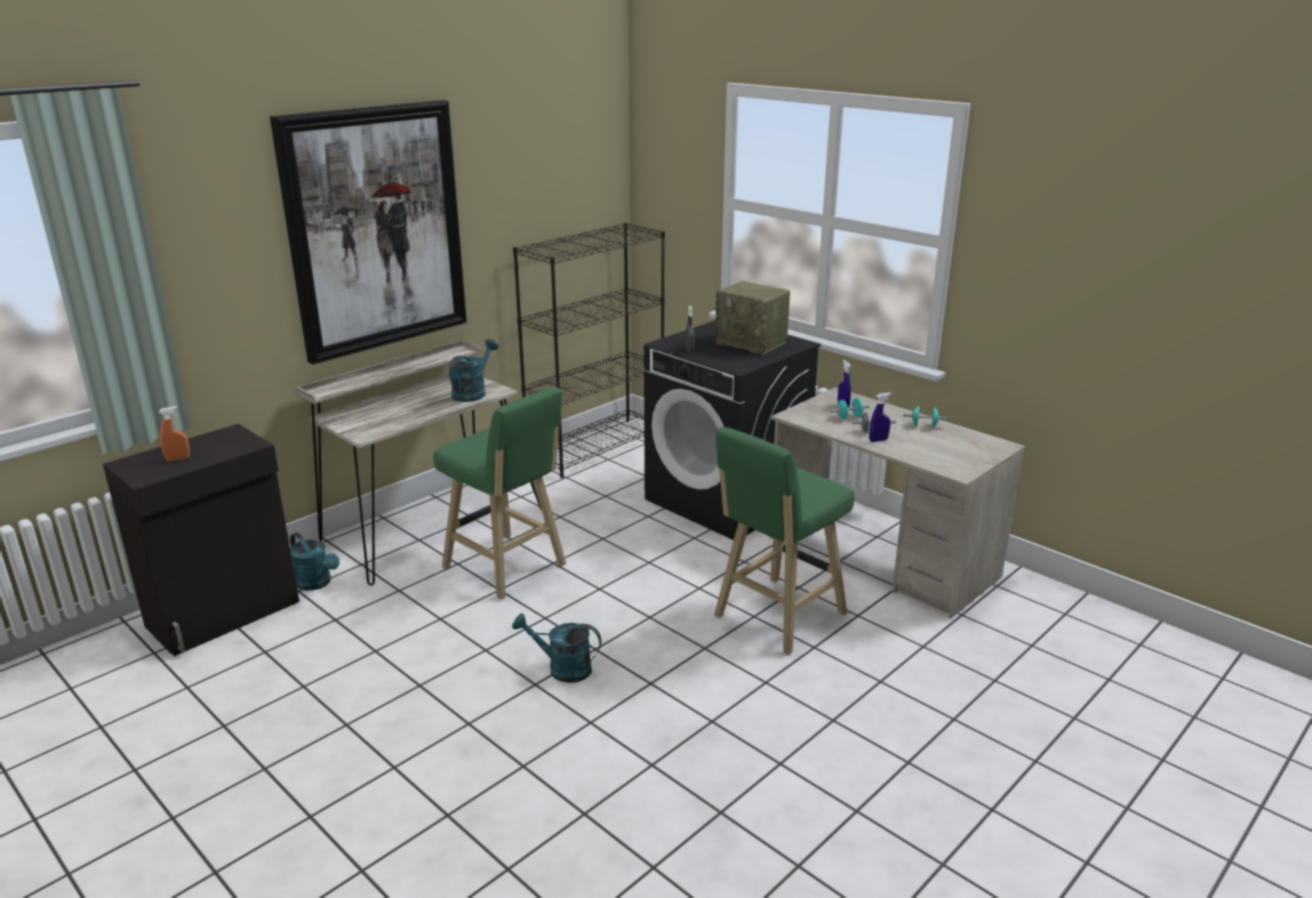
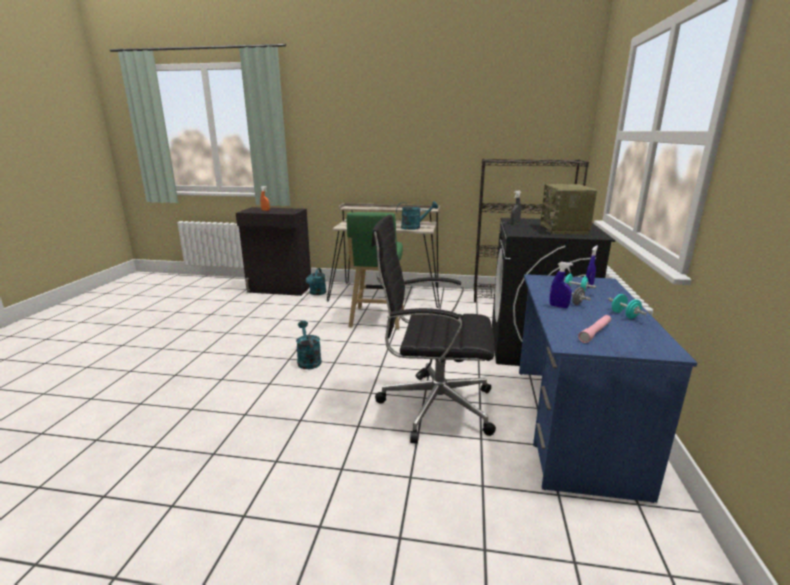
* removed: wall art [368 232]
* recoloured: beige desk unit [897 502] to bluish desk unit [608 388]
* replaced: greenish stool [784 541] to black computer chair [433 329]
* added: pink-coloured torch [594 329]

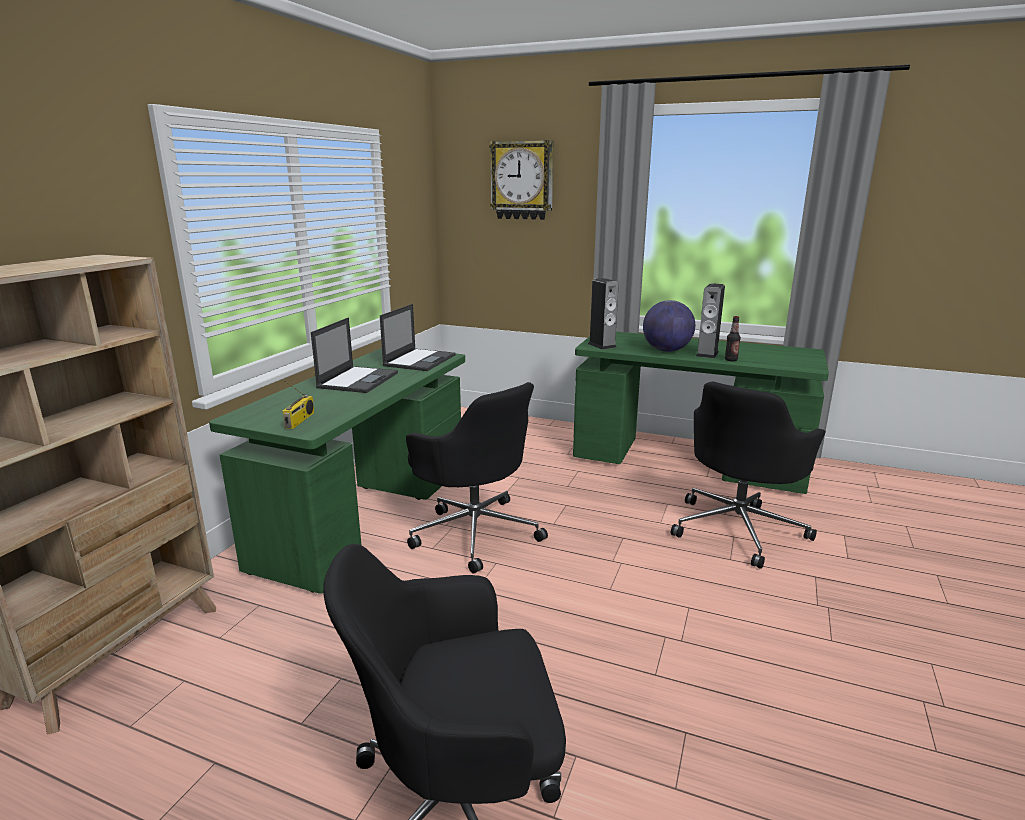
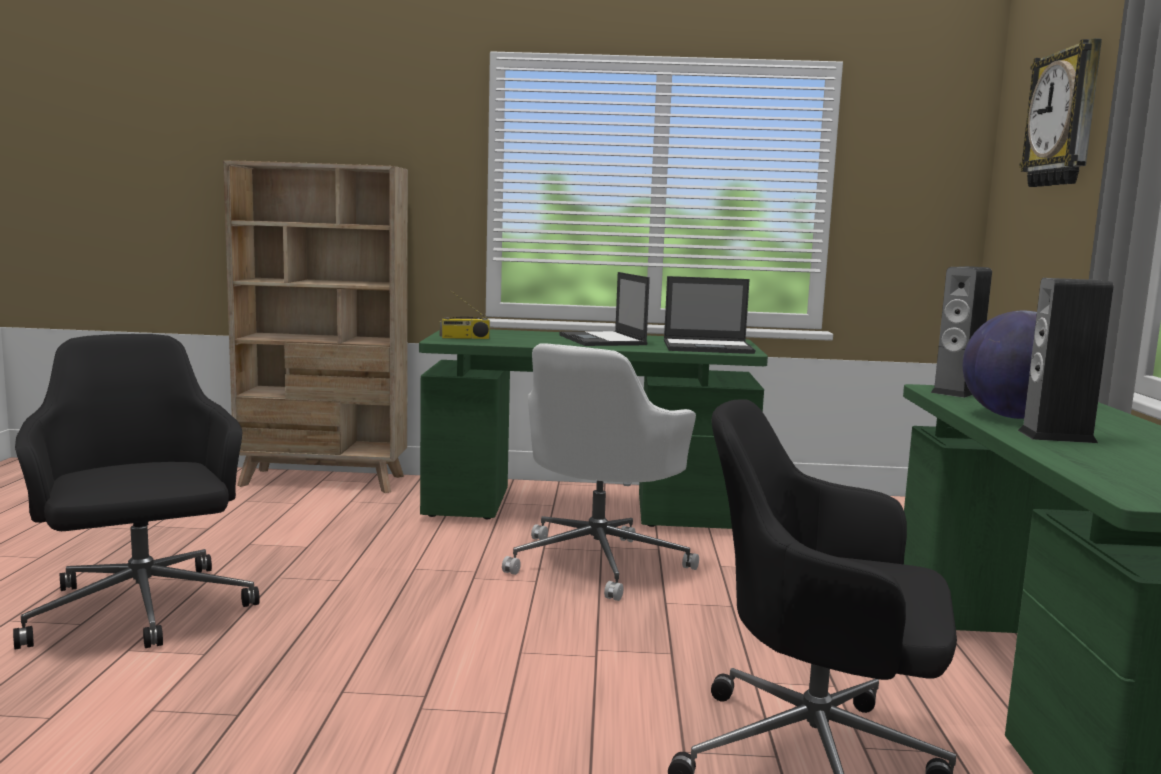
* removed: bottle [733 338]
* turned: notebook computer [354 355] = [604 309] 75 degrees clockwise
* recoloured: black computer chair [477 478] to white computer chair [600 472]

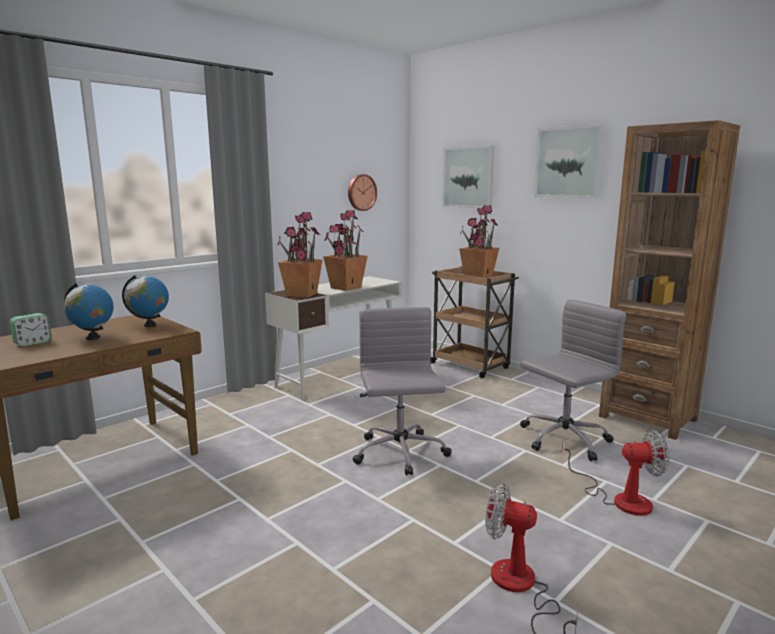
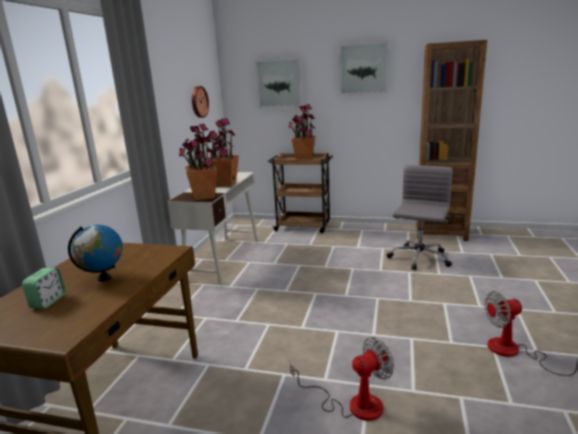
* removed: desk globe [145 301]
* removed: gray computer chair [402 391]
* moved: electric fan [615 473] to [342 379]

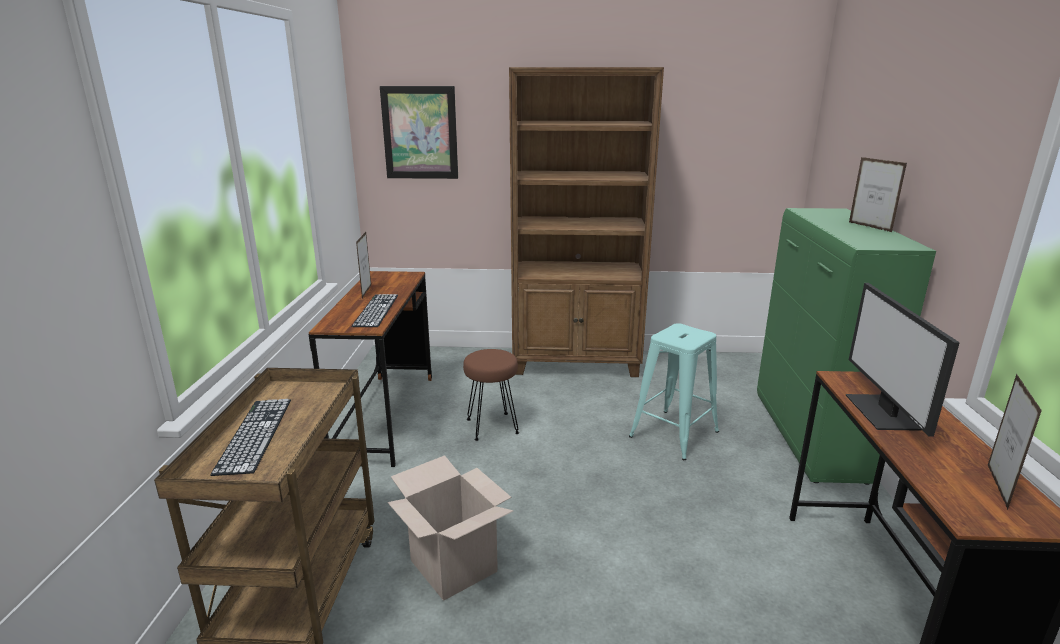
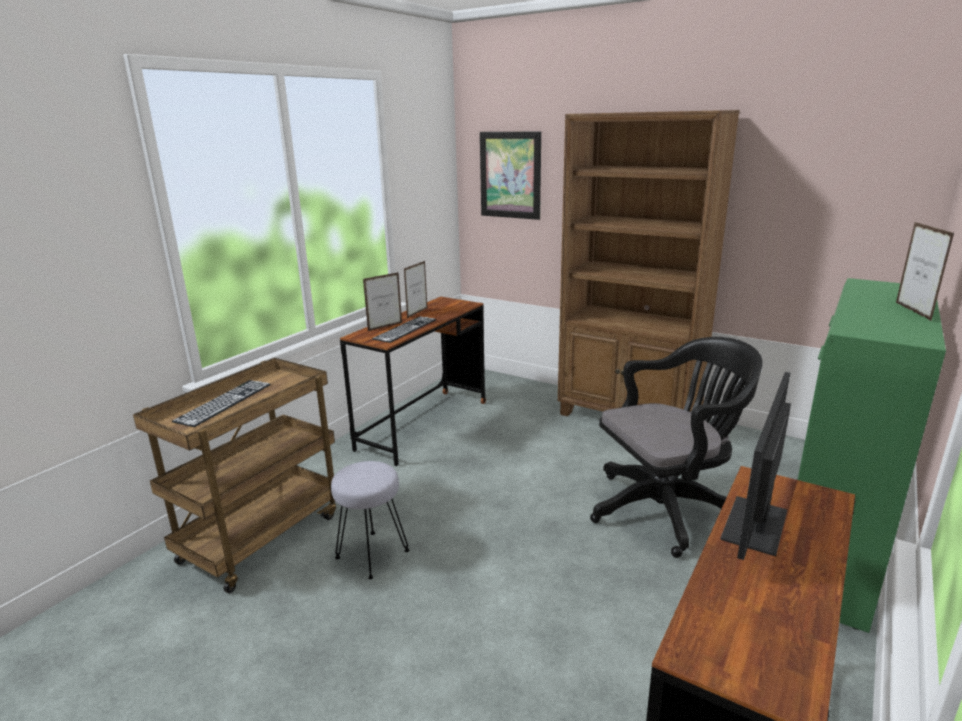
* replaced: turquoise stool [674 391] to black computer chair [676 447]
* removed: brown-coloured stool [491 395]
* moved: photo frame [1015 441] to [382 301]
* replaced: cardboard box [450 528] to gray stool [370 520]

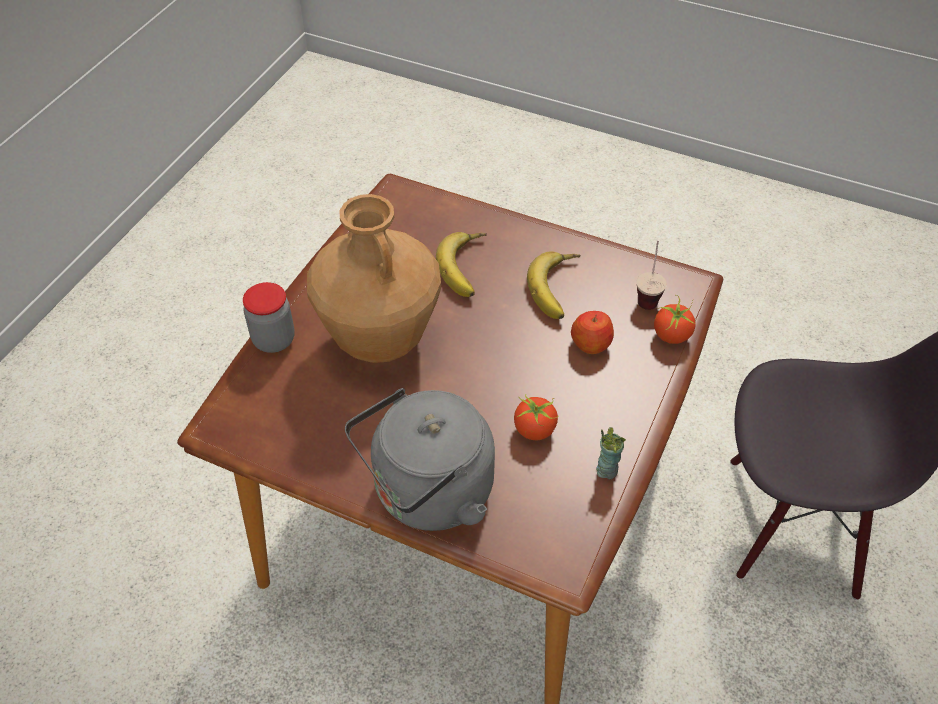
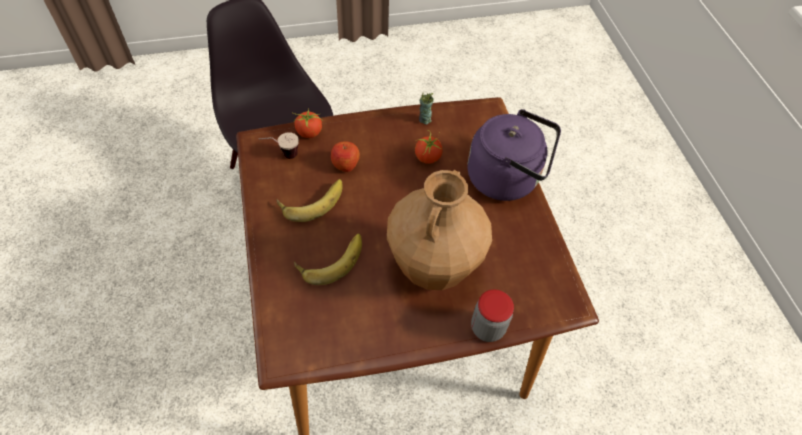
* recoloured: gray kettle [420 459] to purplish kettle [514 155]

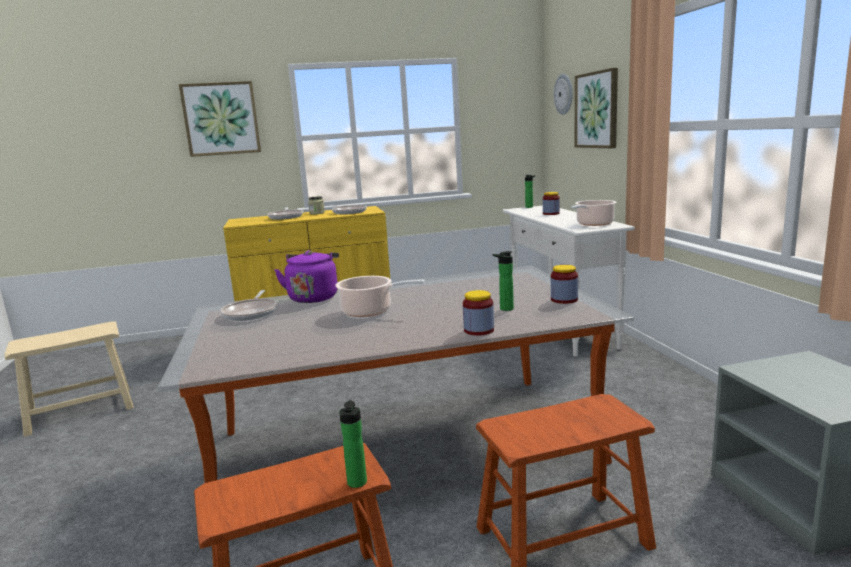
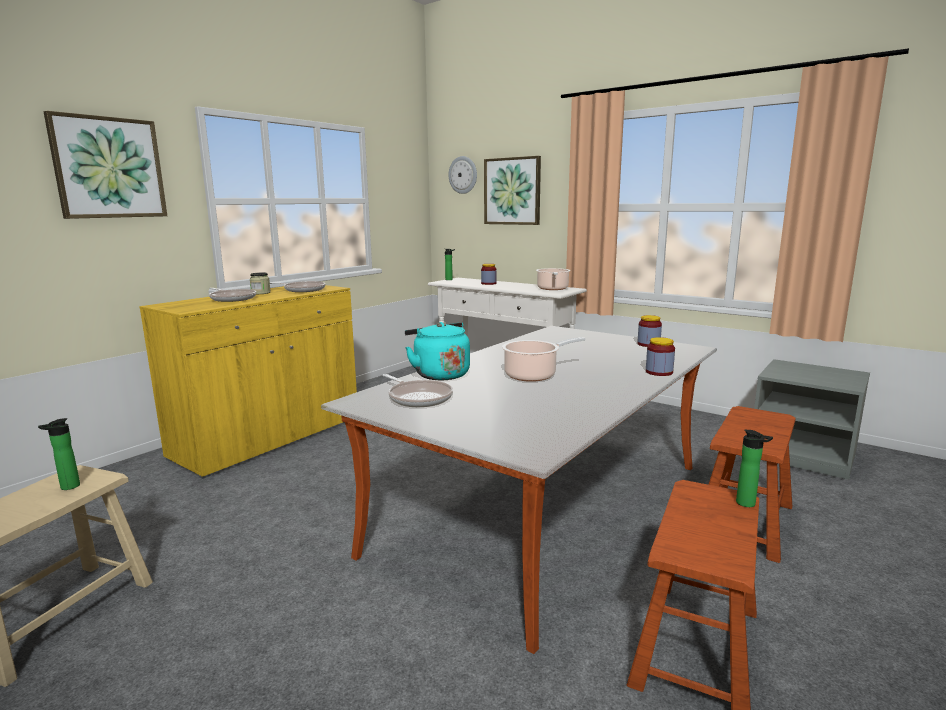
* recoloured: purplish kettle [306 276] to turquoise kettle [437 351]
* moved: bottle [503 281] to [59 454]

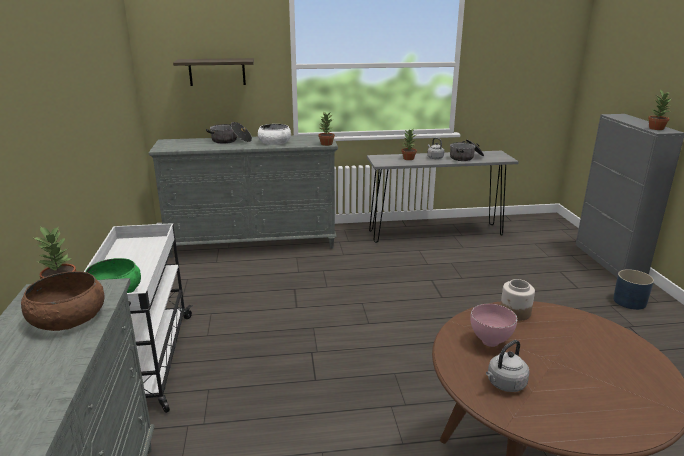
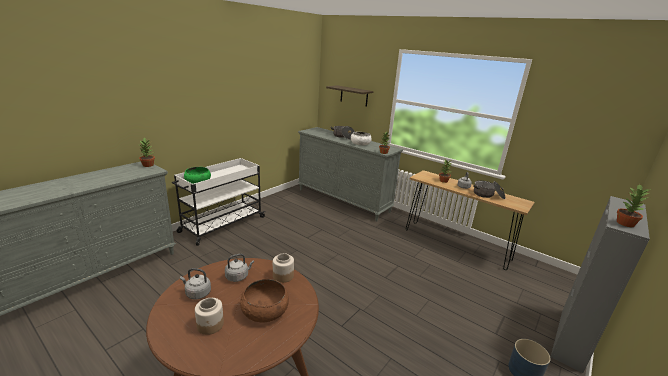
* recoloured: gray narrow table [443 197] to brown-coloured narrow table [470 220]
* moved: brown-coloured deep dish [63 301] to [264 300]
* replaced: pink-coloured deep dish [494 325] to gray kettle [239 268]
* added: storage jar [209 316]

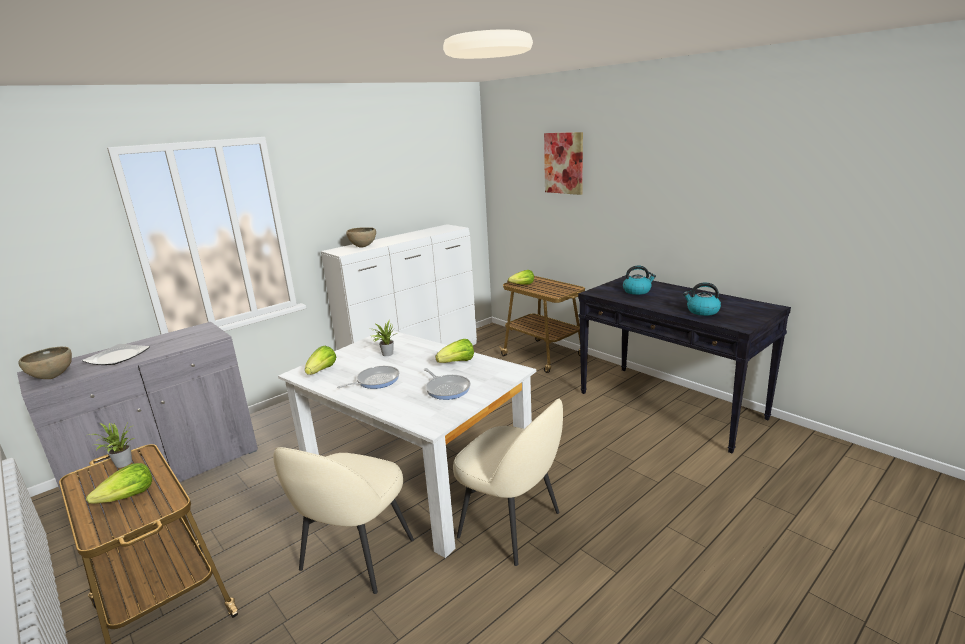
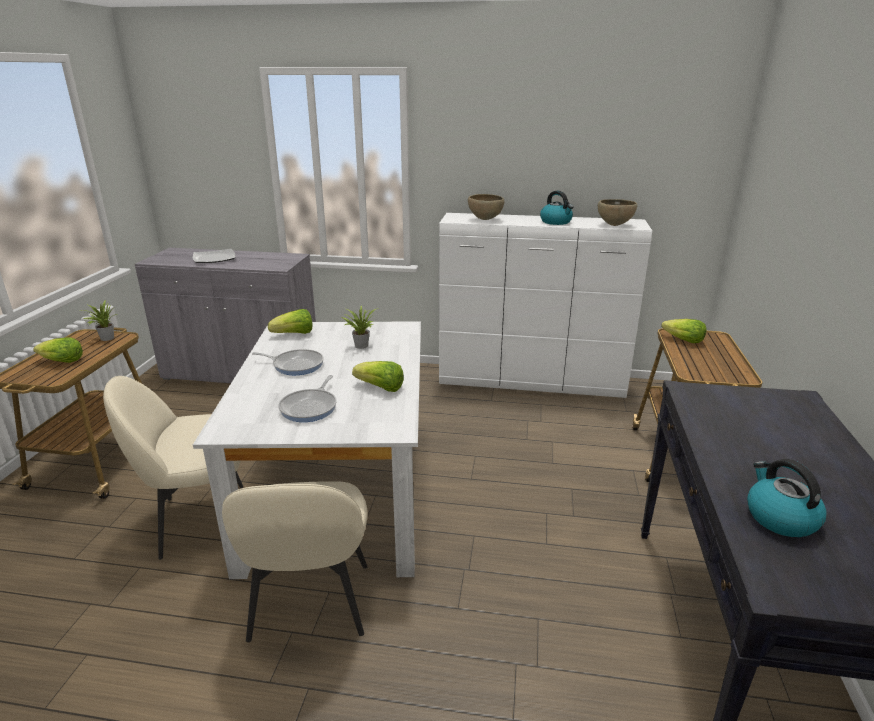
* removed: wall art [563 163]
* moved: kettle [639 280] to [557 208]
* moved: brown-coloured deep dish [45 363] to [617 212]

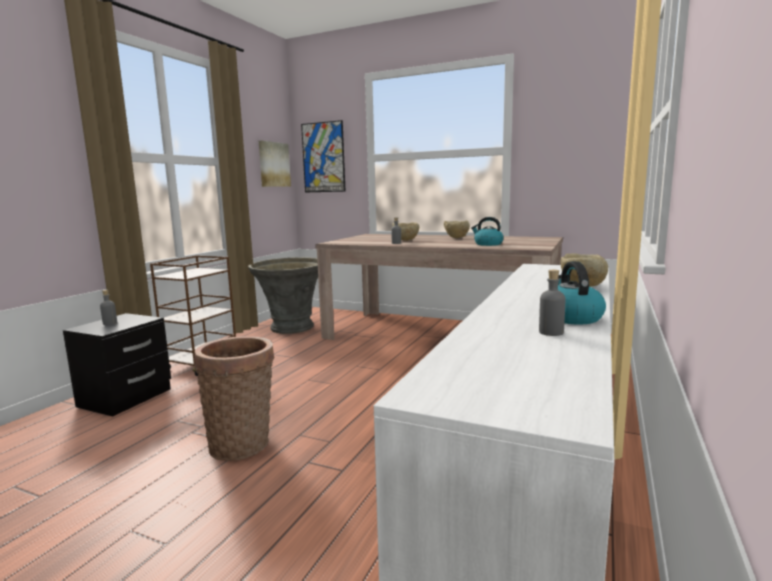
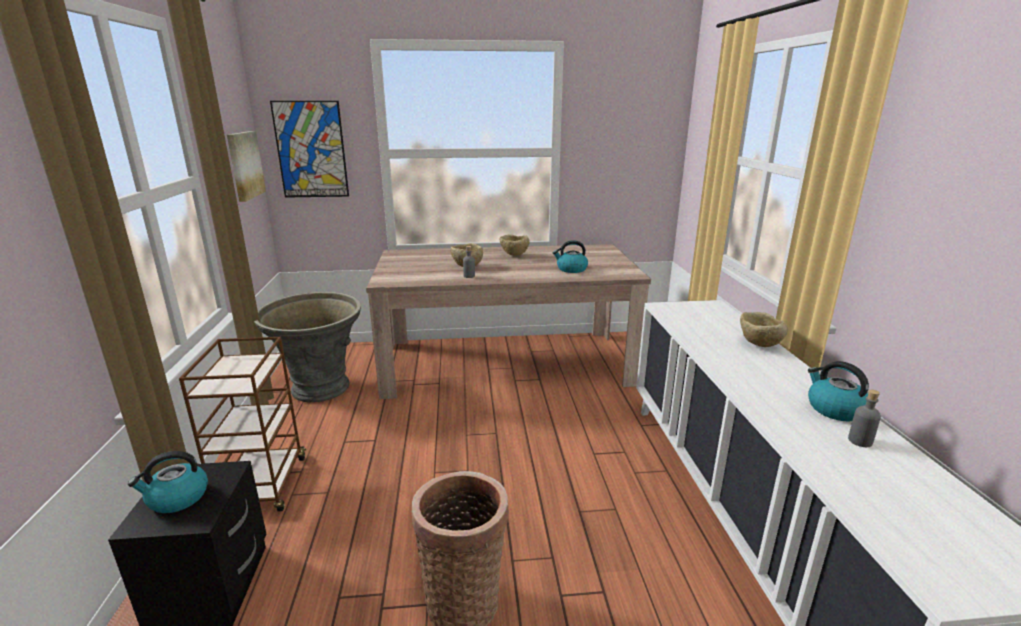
* replaced: gray bottle [108 307] to kettle [168 482]

